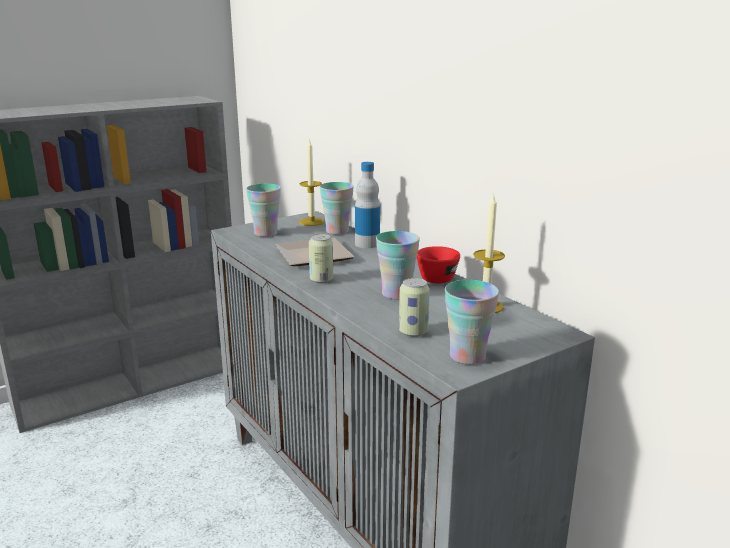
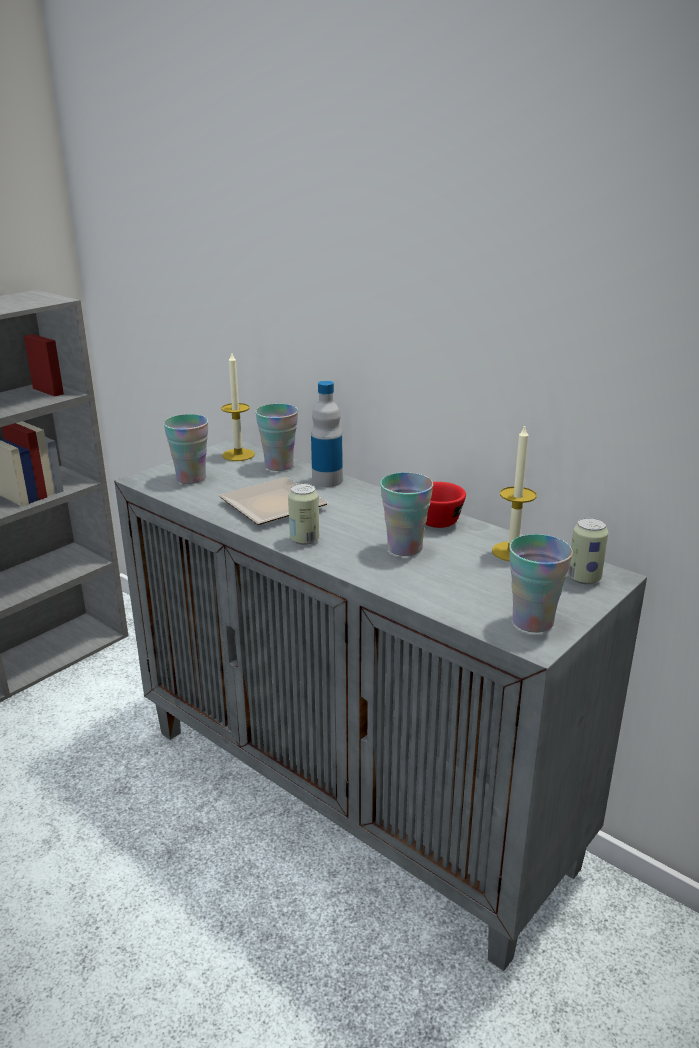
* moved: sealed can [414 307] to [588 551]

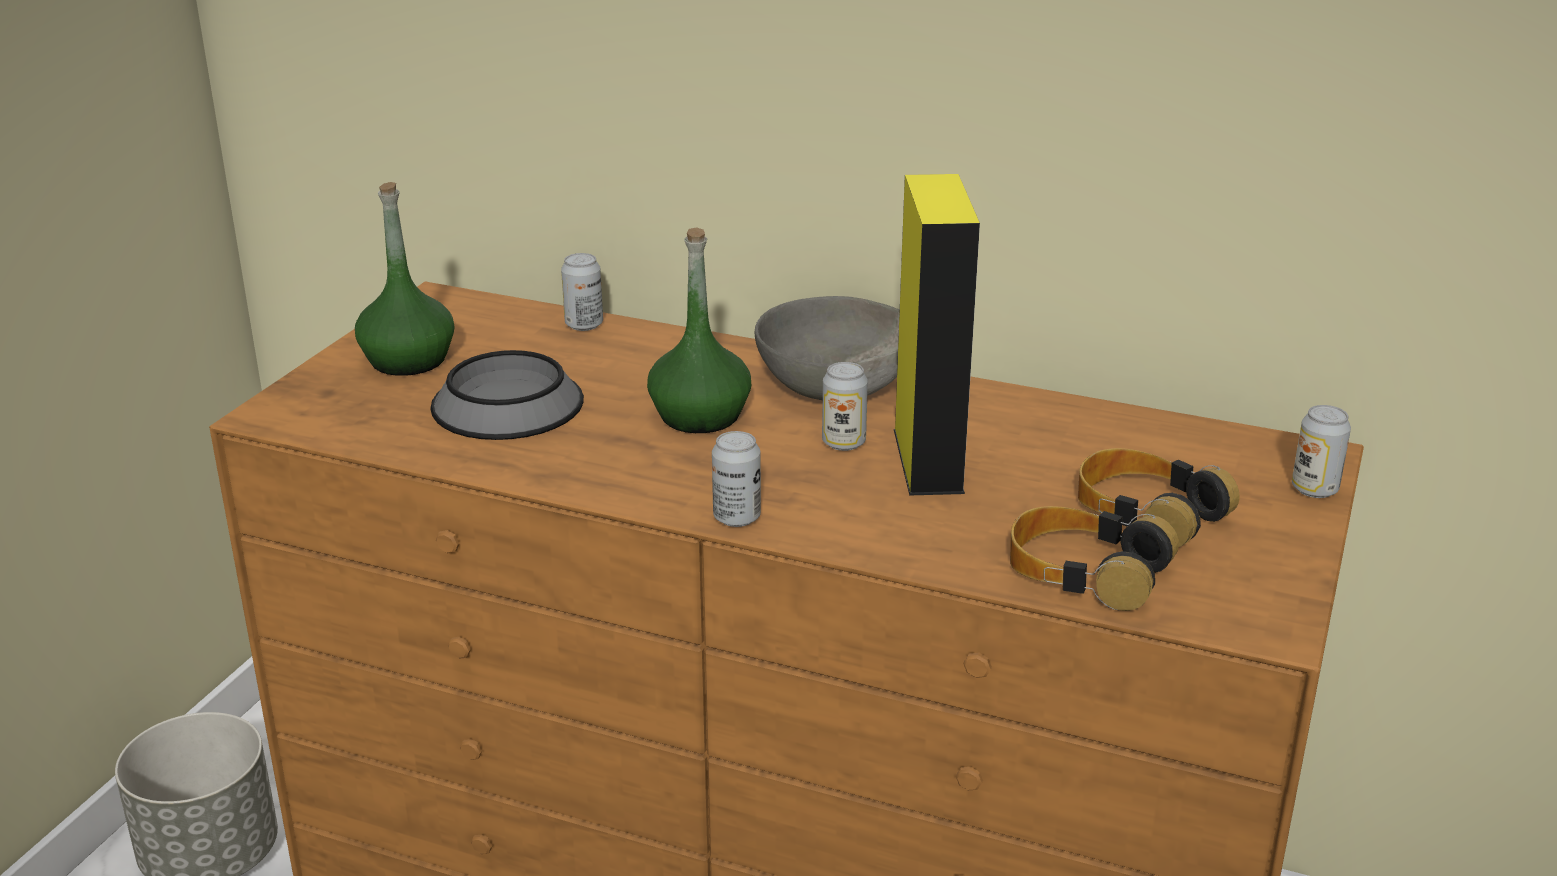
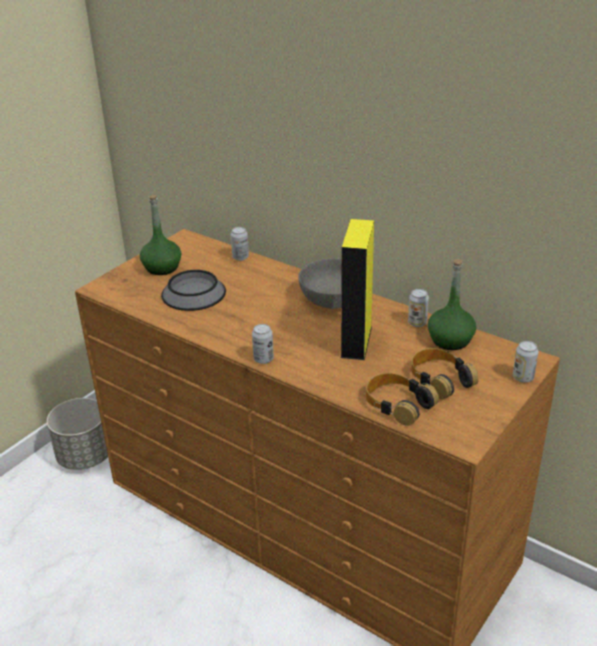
* moved: greenish bottle [699 330] to [452 304]
* moved: sealed can [845 406] to [418 308]

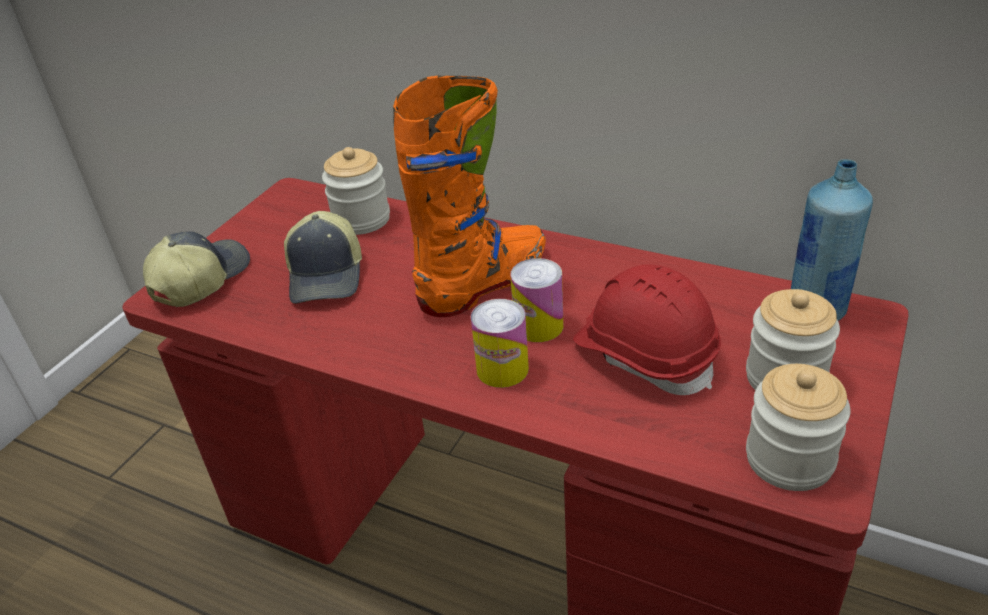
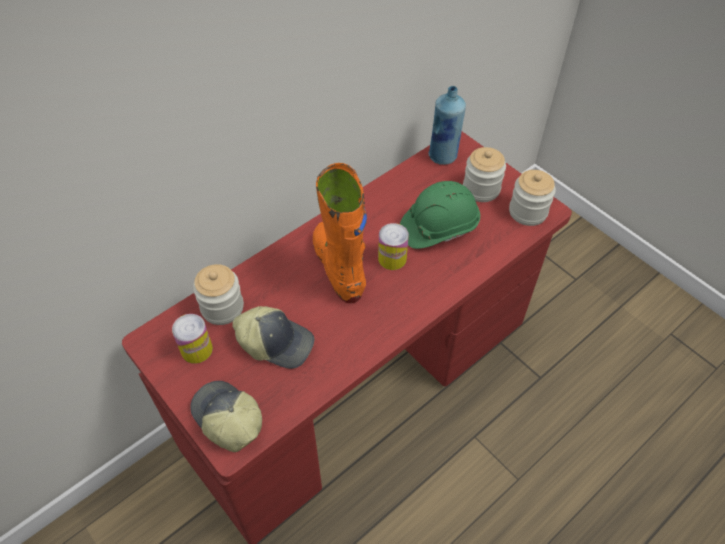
* recoloured: red-coloured hard hat [647 330] to greenish hard hat [440 215]
* moved: sealed can [500 343] to [192 339]

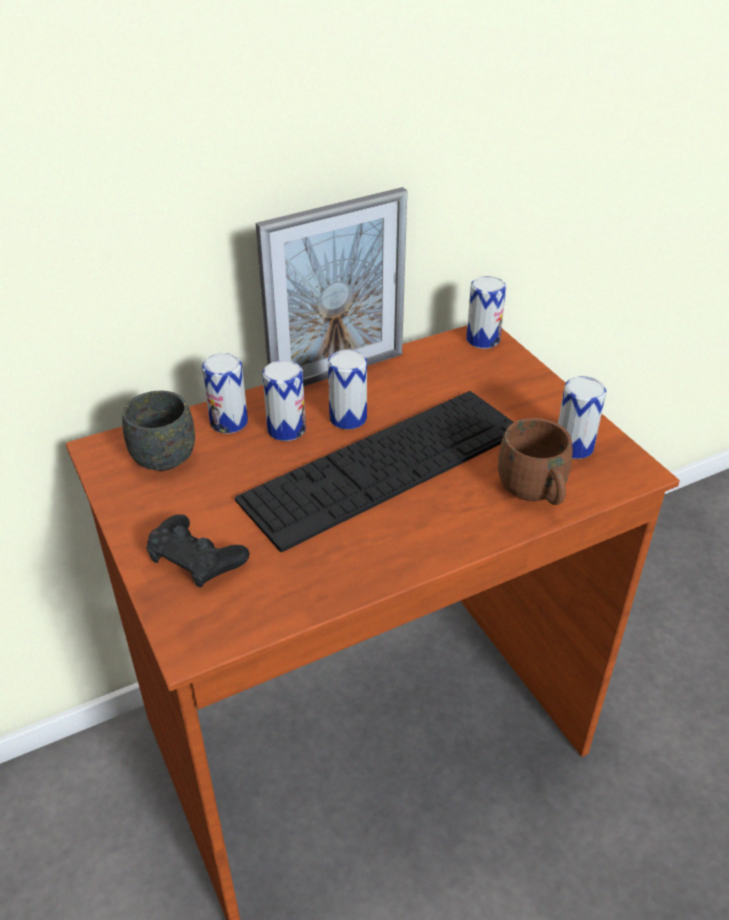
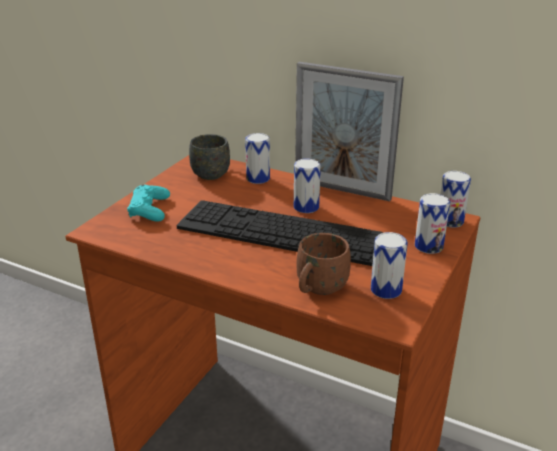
* moved: sealed can [284 400] to [432 223]
* recoloured: black game controller [197 551] to turquoise game controller [148 203]

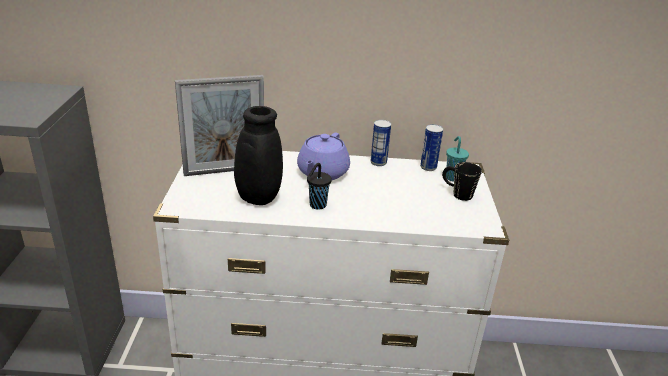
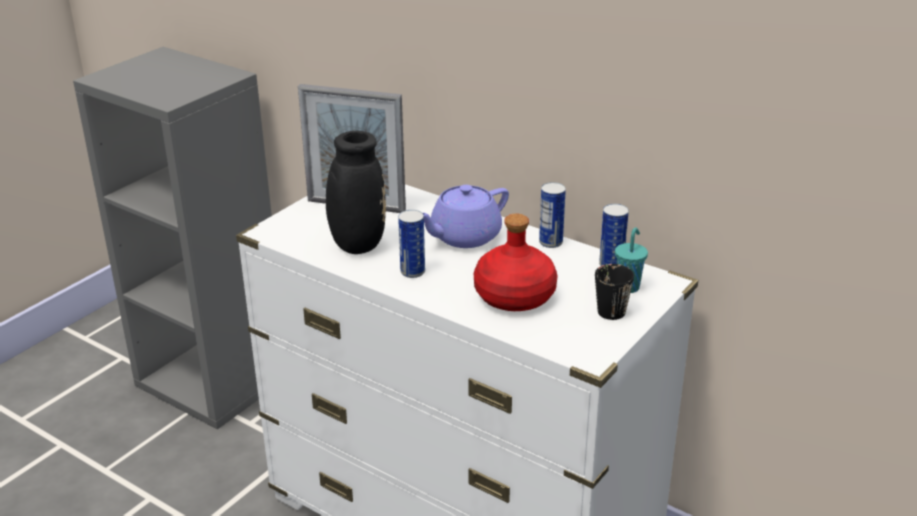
* replaced: black small cup [319 186] to sealed can [411 244]
* added: red-coloured bottle [515 262]

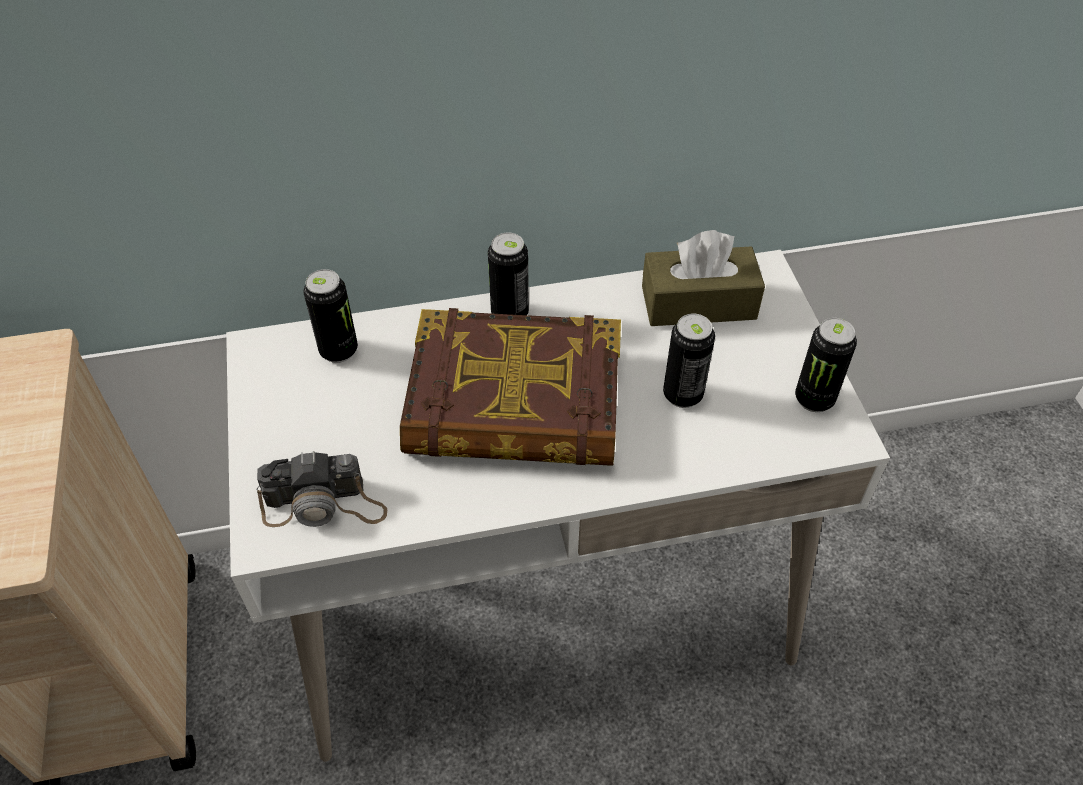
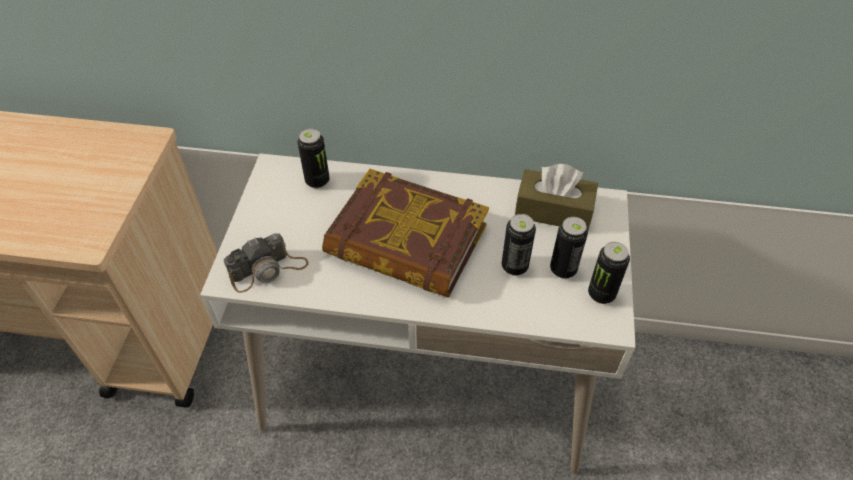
* moved: sealed can [508 274] to [569 248]
* turned: still camera [322 489] = [266 263] 45 degrees counterclockwise

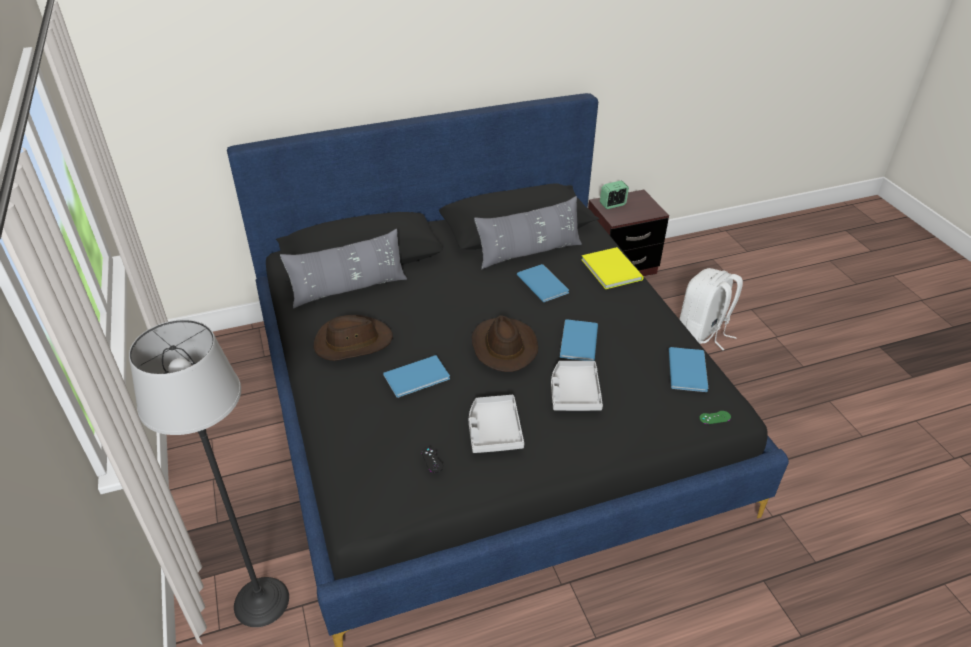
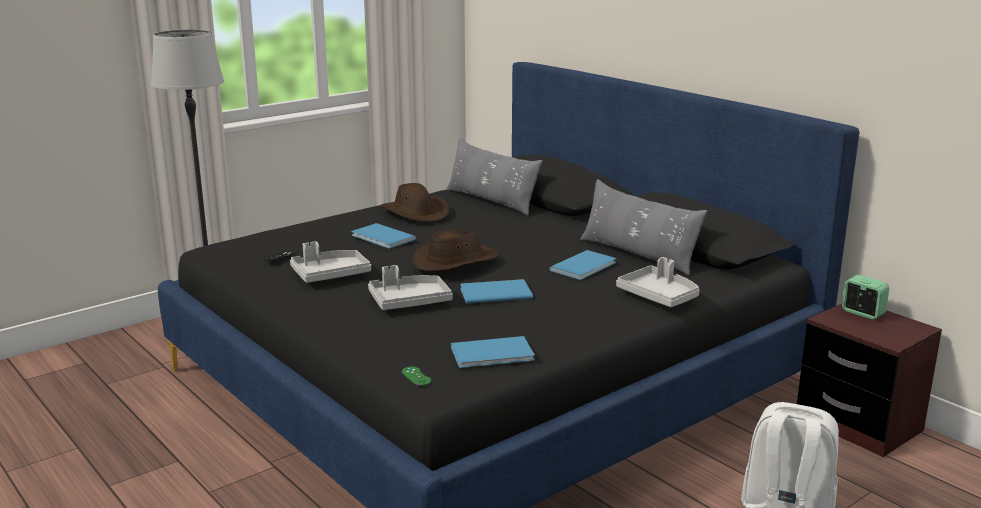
* replaced: yellow-coloured volume [612 268] to gray carrying tray [658 282]

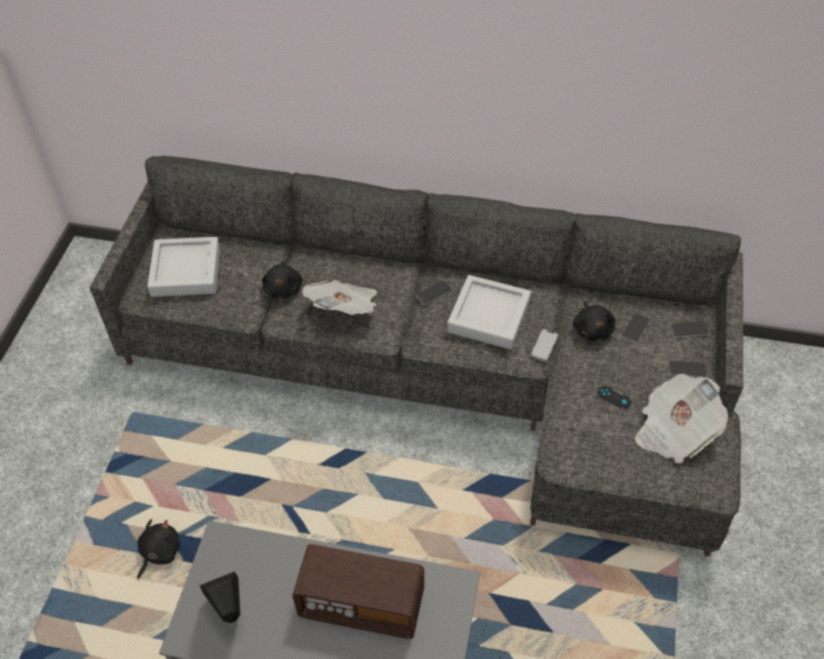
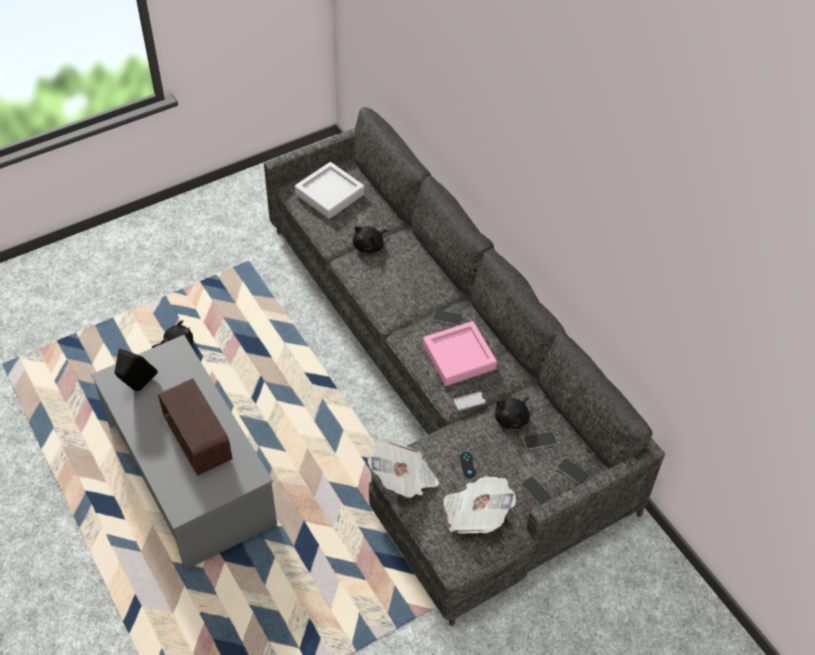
* recoloured: gray carrying tray [489 312] to pink-coloured carrying tray [460 353]
* moved: daily paper [339 297] to [403 469]

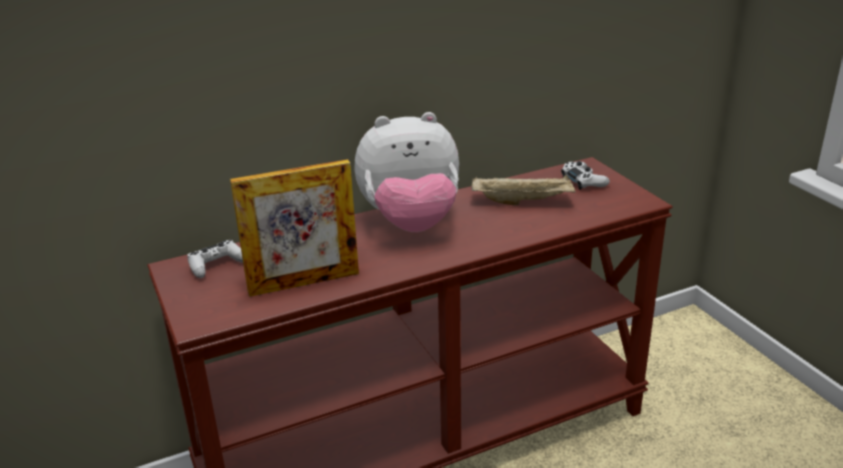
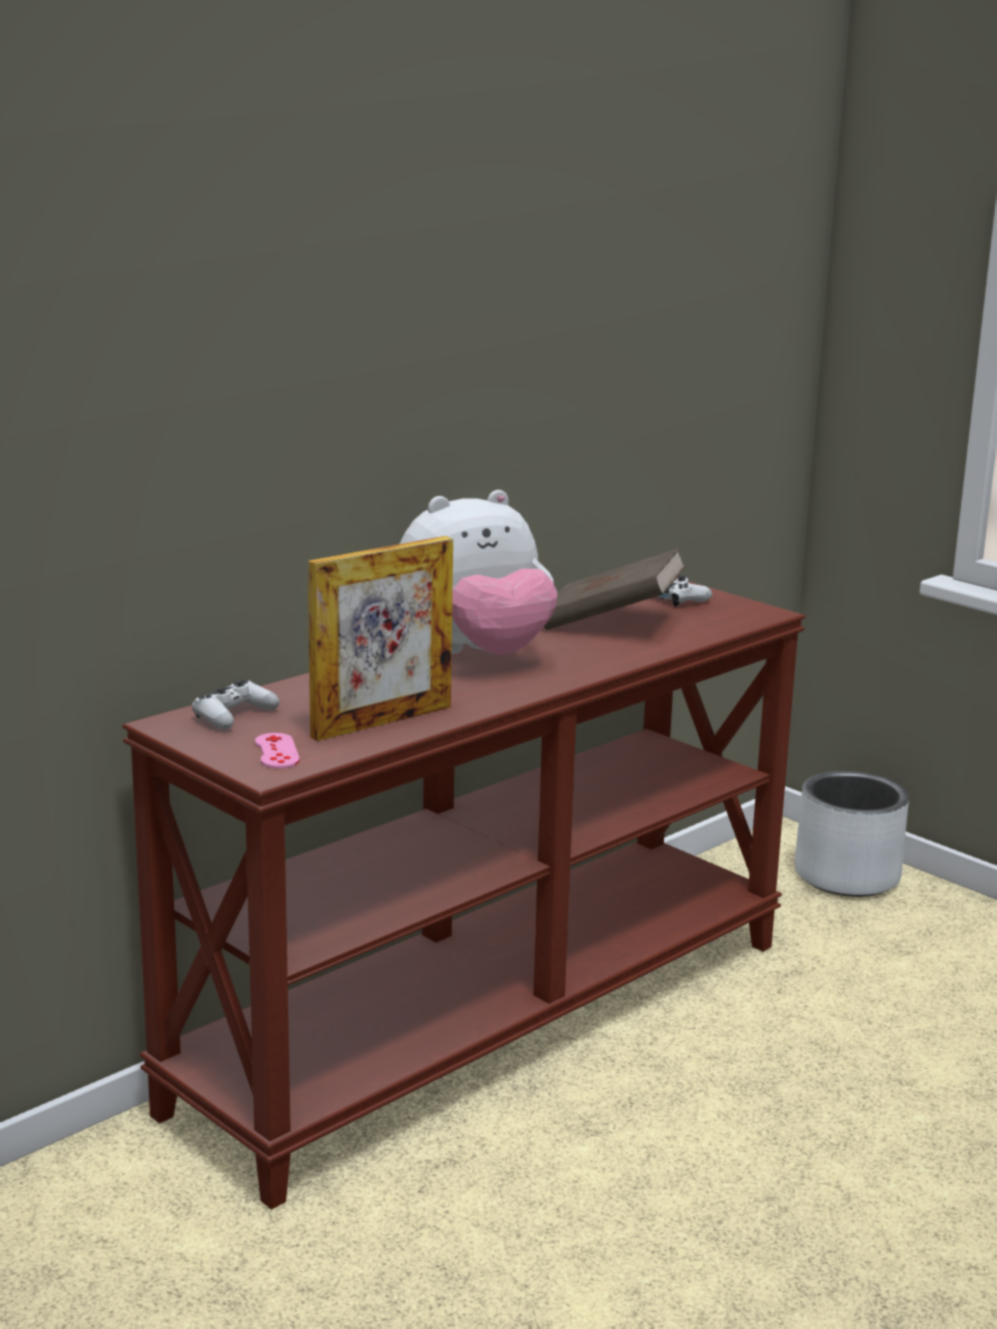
* replaced: beige carrying tray [523 190] to brown-coloured volume [615 589]
* added: pink-coloured game controller [277 750]
* added: gray plant pot [852 834]

